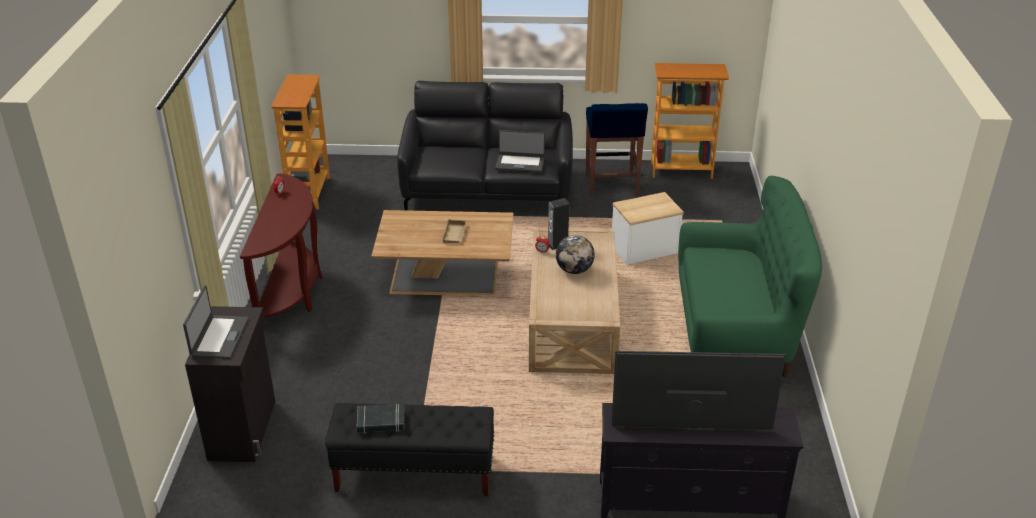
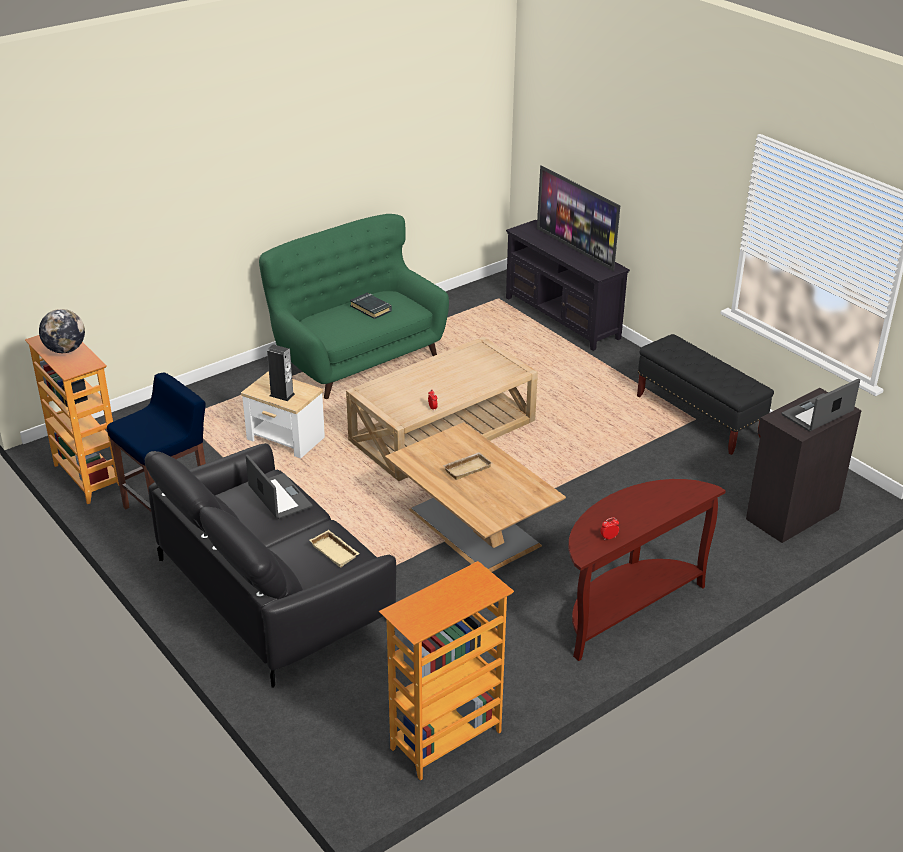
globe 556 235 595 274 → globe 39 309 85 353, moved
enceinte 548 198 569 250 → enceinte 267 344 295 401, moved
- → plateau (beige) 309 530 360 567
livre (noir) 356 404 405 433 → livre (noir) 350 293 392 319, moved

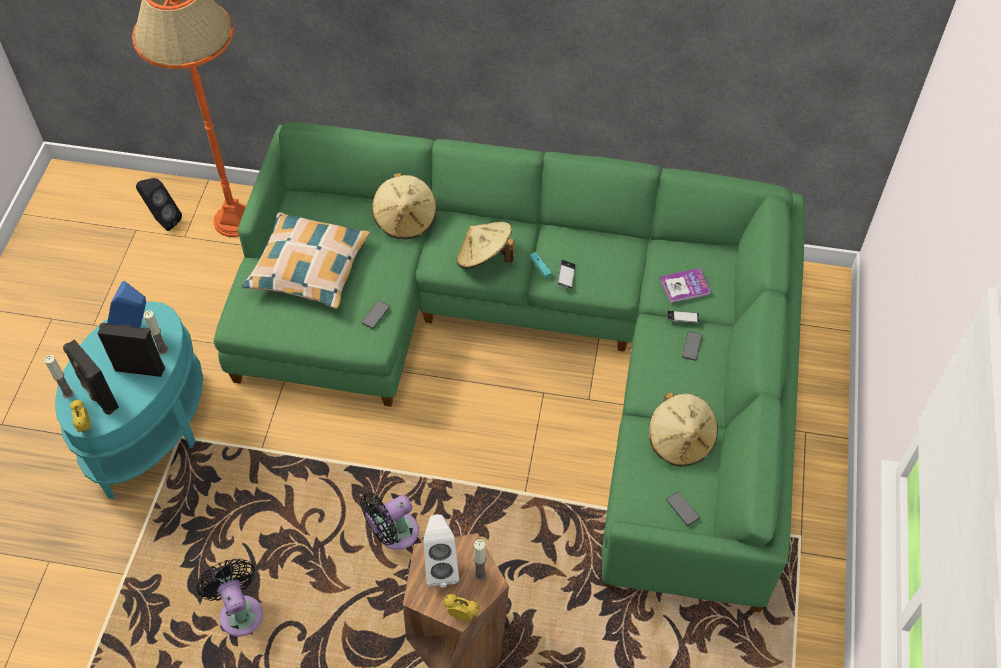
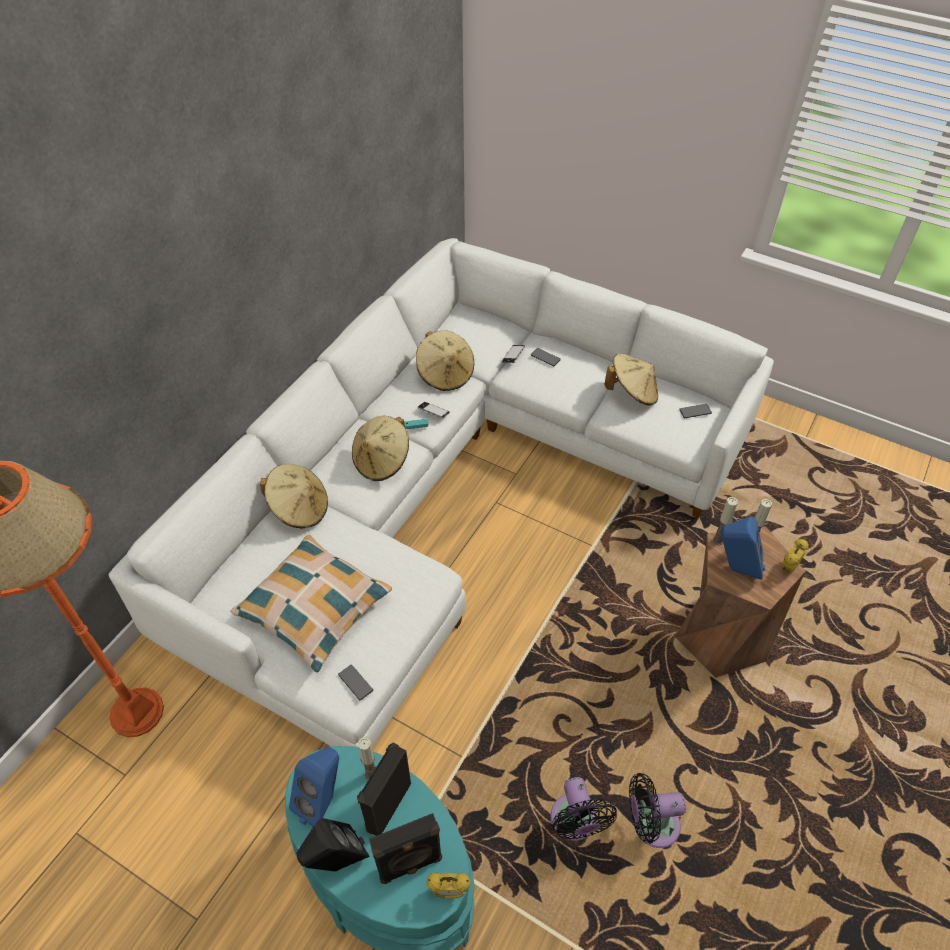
canapé (vert) 214 122 805 612 → canapé (blanc) 108 238 774 748
enceinte (noir) 136 178 182 231 → enceinte (noir) 296 818 370 872, moved
téléphone 361 301 390 329 → téléphone 338 665 373 700, moved
- → chapeau (beige) 416 330 474 391
ventilateur (noir) 360 492 419 550 → ventilateur (noir) 550 777 617 841, moved
bougie 44 355 73 398 → bougie 713 497 738 545, moved
enceinte (blanc) 424 514 459 588 → enceinte (bleu) 721 517 765 580
livre 660 268 711 303 → -

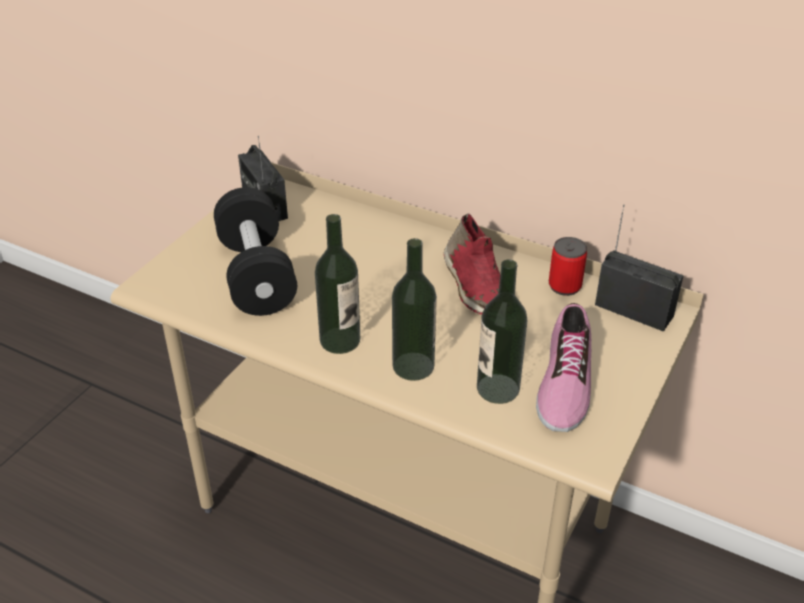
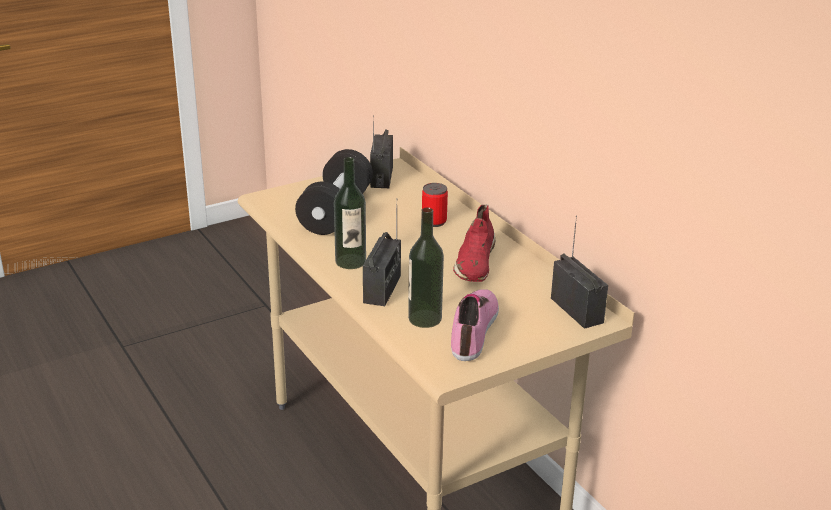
bouteille 392 238 437 381 → radio 363 198 401 306
boîte métallique 549 237 587 296 → boîte métallique 422 183 448 227, moved
chaussure 536 303 591 432 → chaussure 451 289 499 361, 150 degrees clockwise

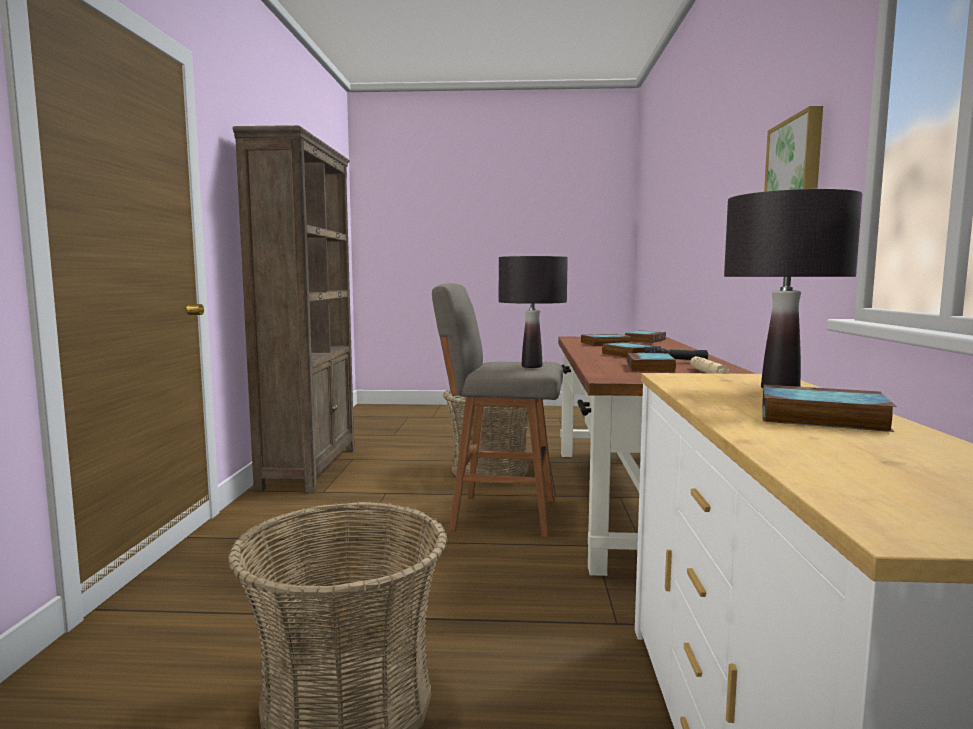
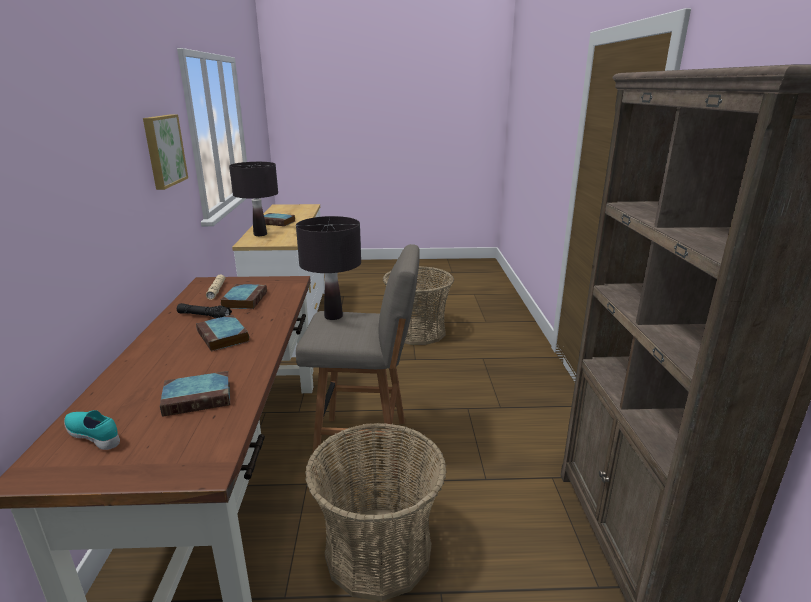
livre 625 330 666 343 → chaussure (turquoise) 64 410 120 450

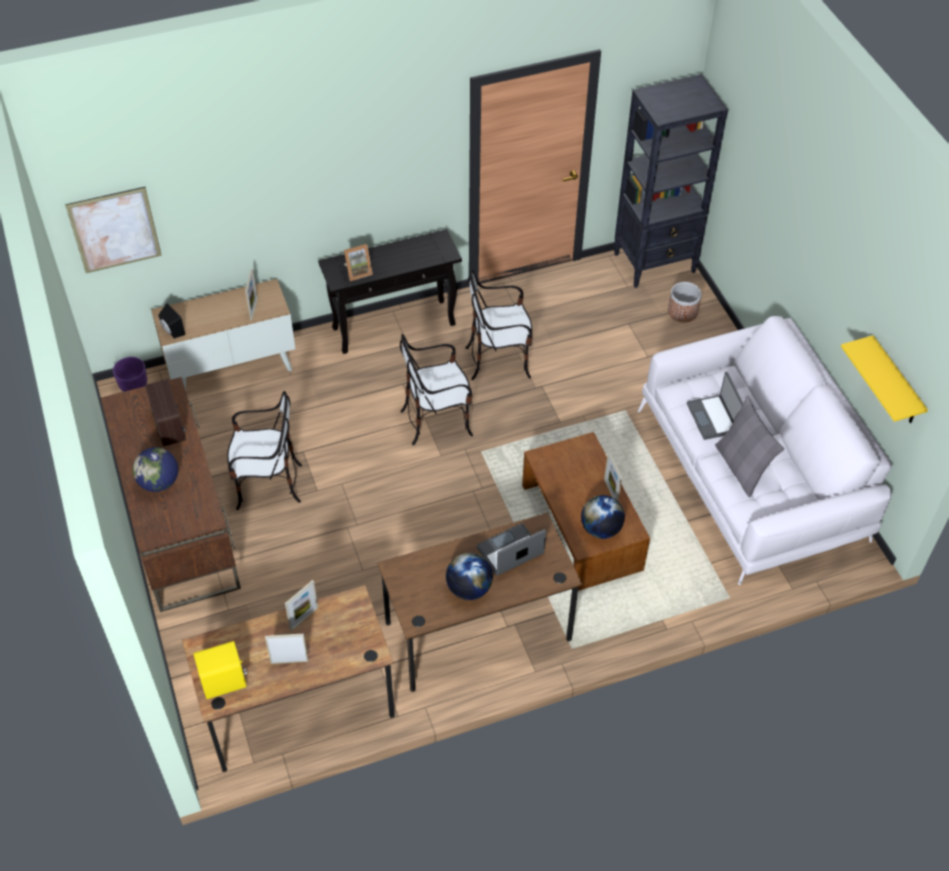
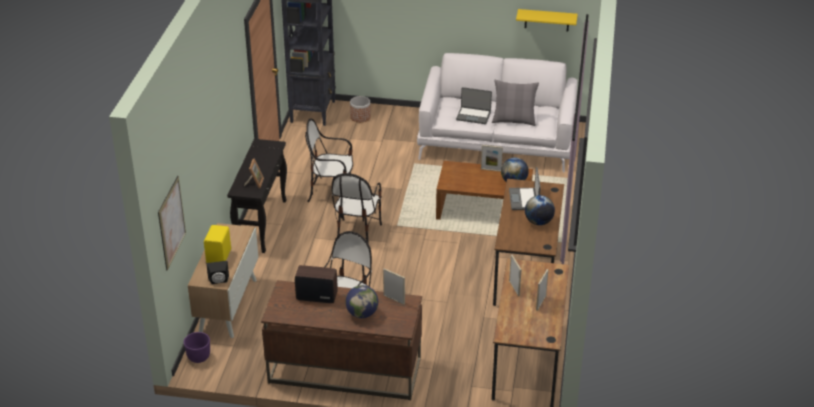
enceinte (jaune) 194 641 247 699 → enceinte (jaune) 204 225 231 263, moved
chaise 466 270 533 380 → chaise 305 118 353 202, 75 degrees clockwise
cadre photo 245 269 258 320 → cadre photo 383 268 405 305, moved

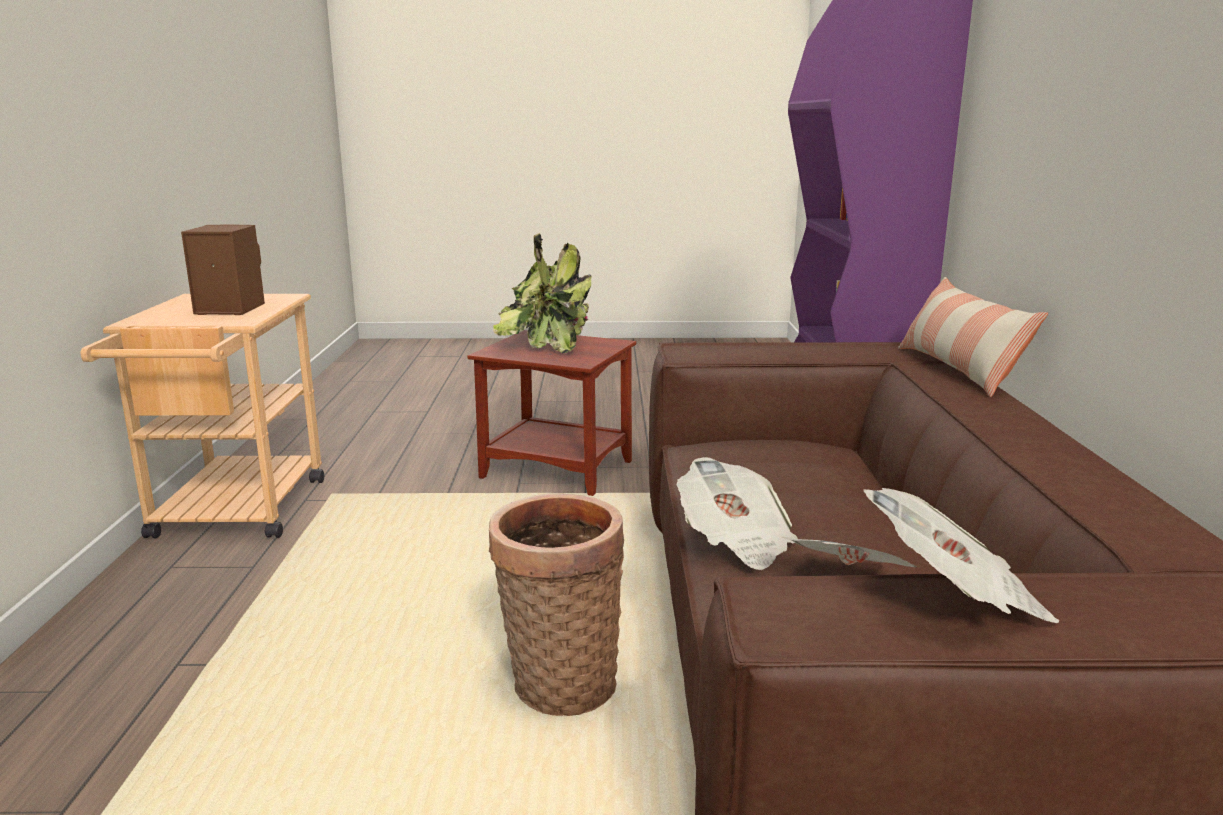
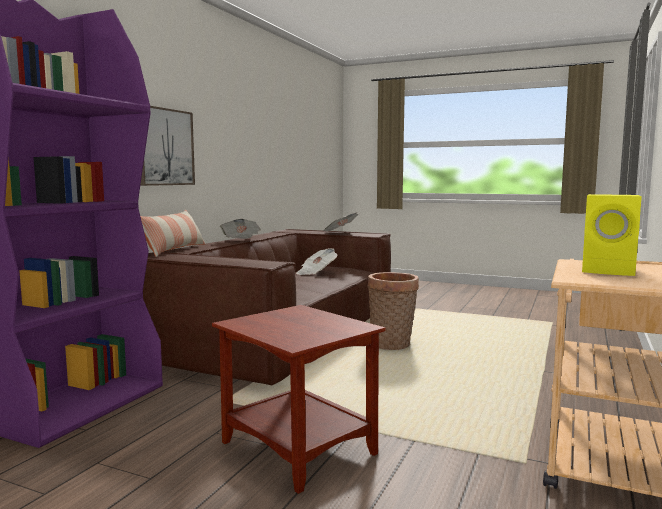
- → tableau 140 106 195 186
journal 677 457 798 570 → journal 220 219 261 239, moved
enceinte (marron) 181 225 265 315 → enceinte (jaune) 582 194 642 276
plante en pot 493 233 592 354 → -

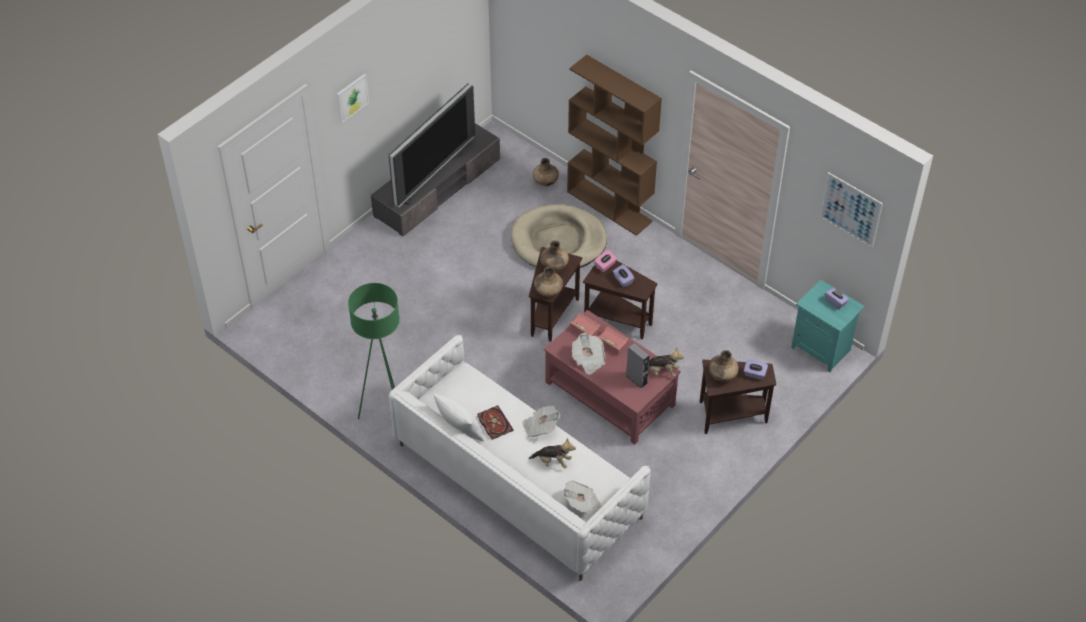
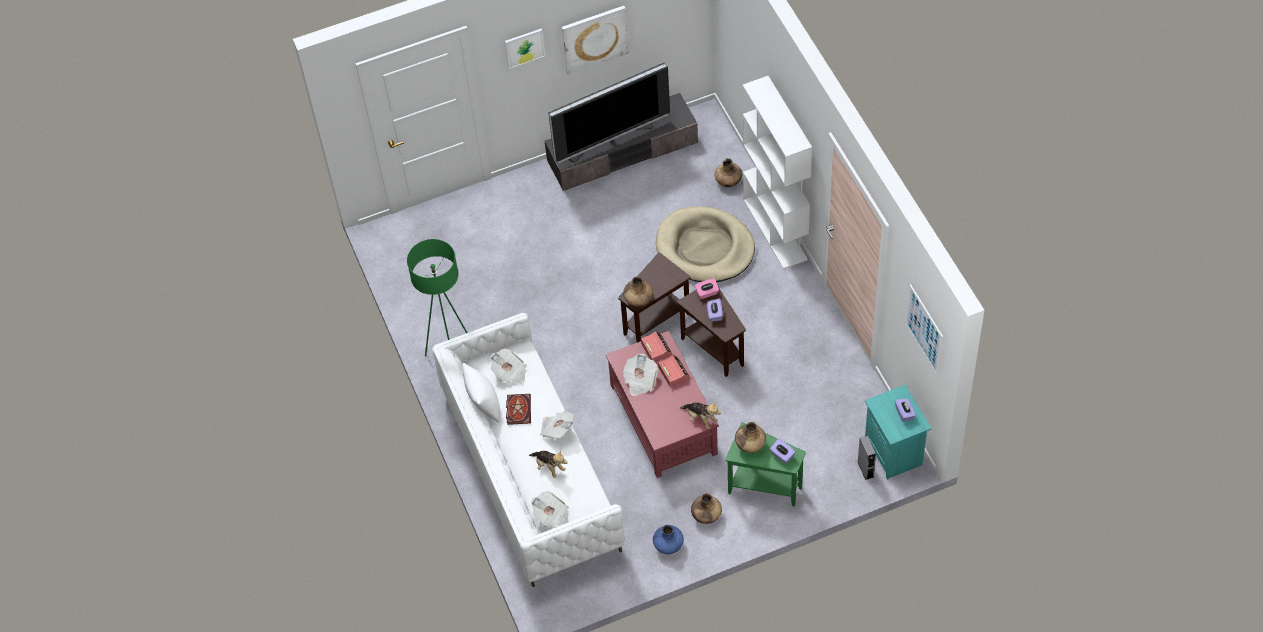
- → journal 490 349 527 384
- → tableau 562 6 629 74
- → vase (bleu) 653 525 684 554
vase (marron) 540 240 569 271 → vase (marron) 691 493 722 524, moved
table d'appoint (marron) 700 360 776 434 → table d'appoint (vert) 725 422 806 506
bibliothèque (marron) 567 55 662 236 → bibliothèque (blanc) 743 76 812 269
enceinte (gris) 626 343 650 388 → enceinte (gris) 858 436 876 480, moved

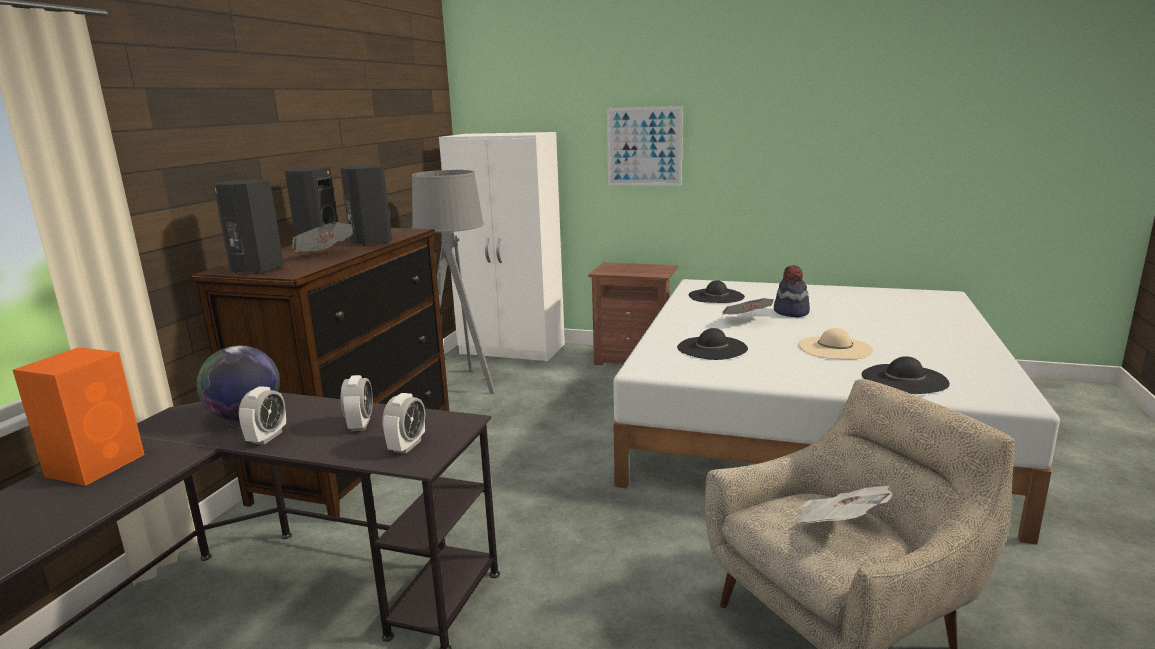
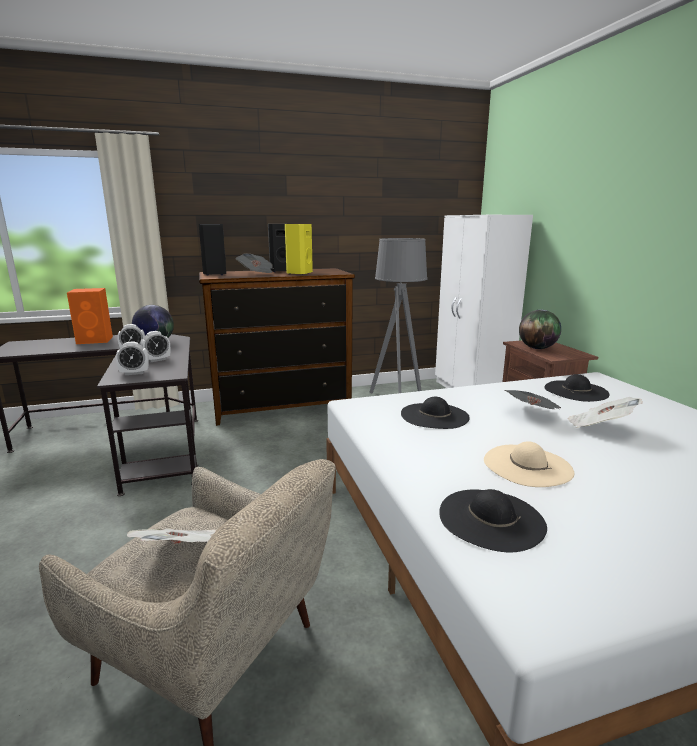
enceinte (noir) 340 165 392 246 → enceinte (jaune) 285 224 313 275
- → globe 519 310 561 349
chapeau 774 265 810 317 → journal 568 397 643 428
tableau 607 106 683 186 → -

